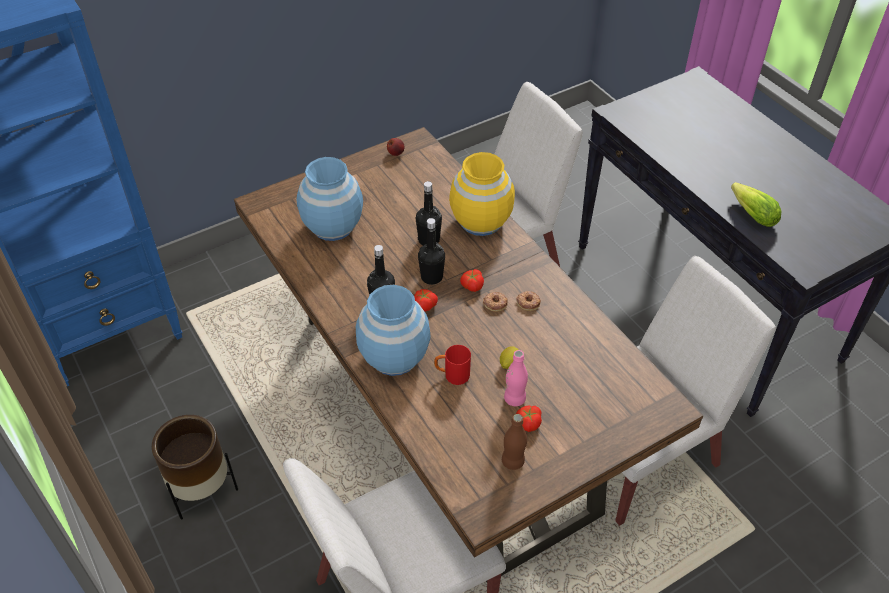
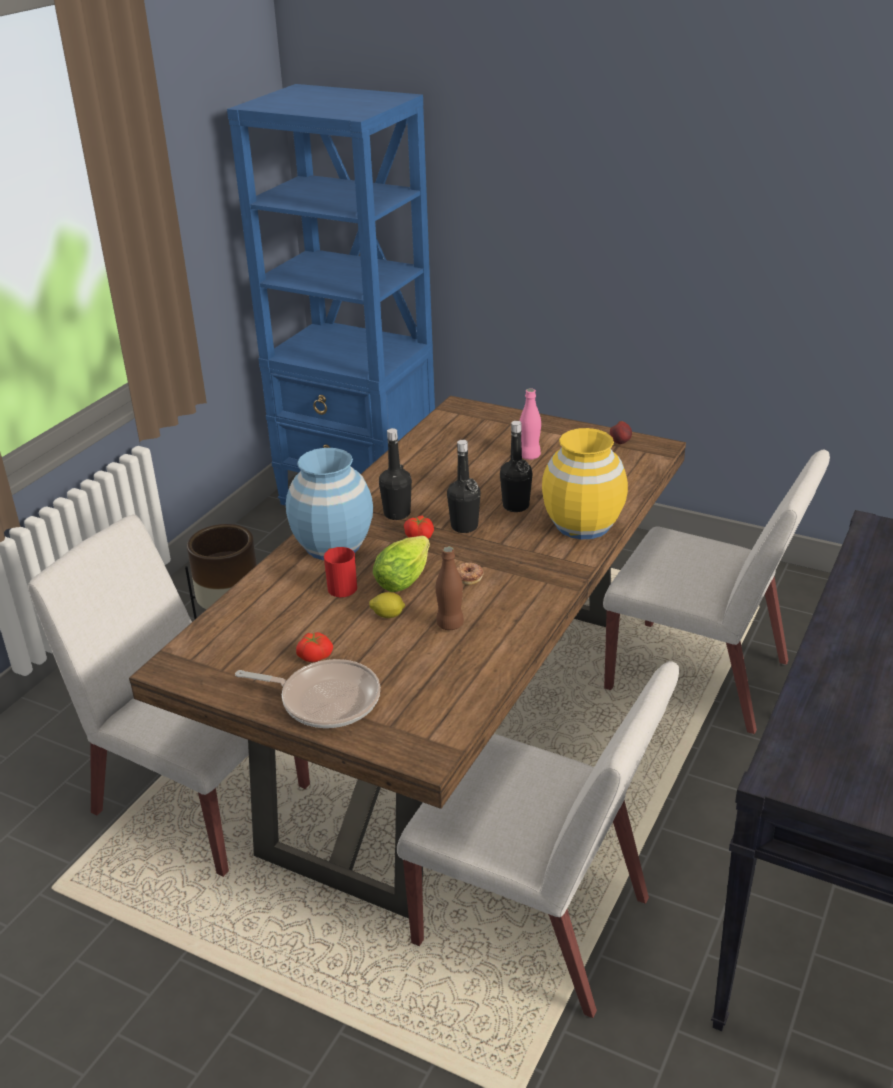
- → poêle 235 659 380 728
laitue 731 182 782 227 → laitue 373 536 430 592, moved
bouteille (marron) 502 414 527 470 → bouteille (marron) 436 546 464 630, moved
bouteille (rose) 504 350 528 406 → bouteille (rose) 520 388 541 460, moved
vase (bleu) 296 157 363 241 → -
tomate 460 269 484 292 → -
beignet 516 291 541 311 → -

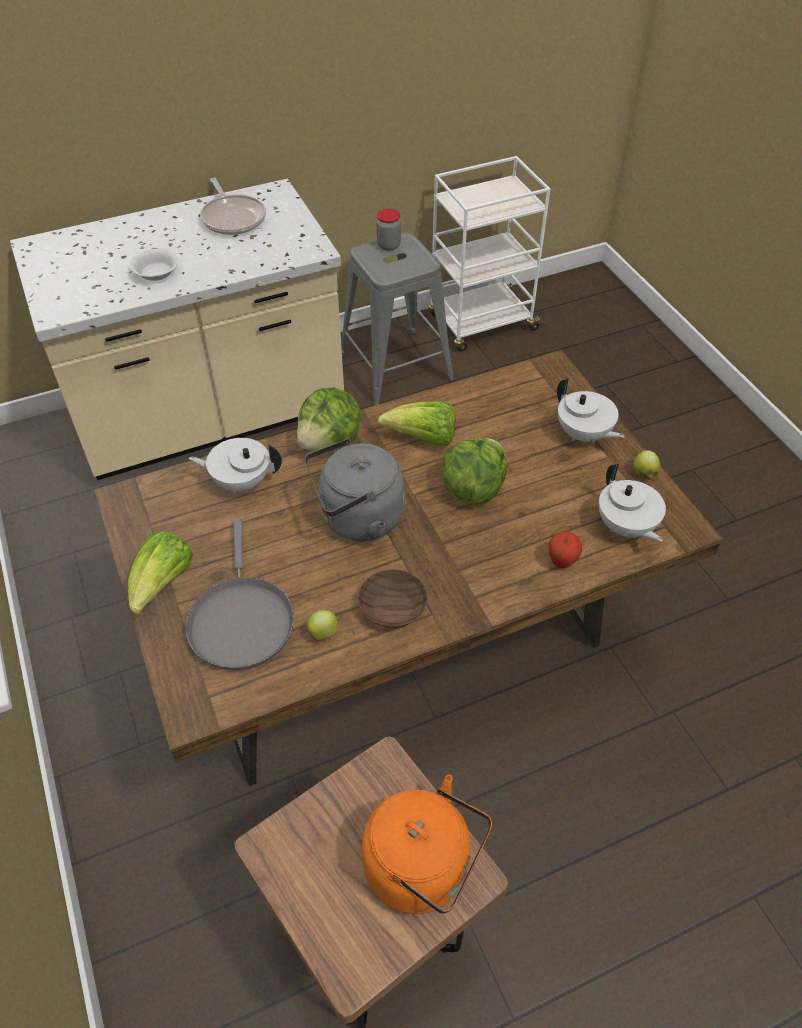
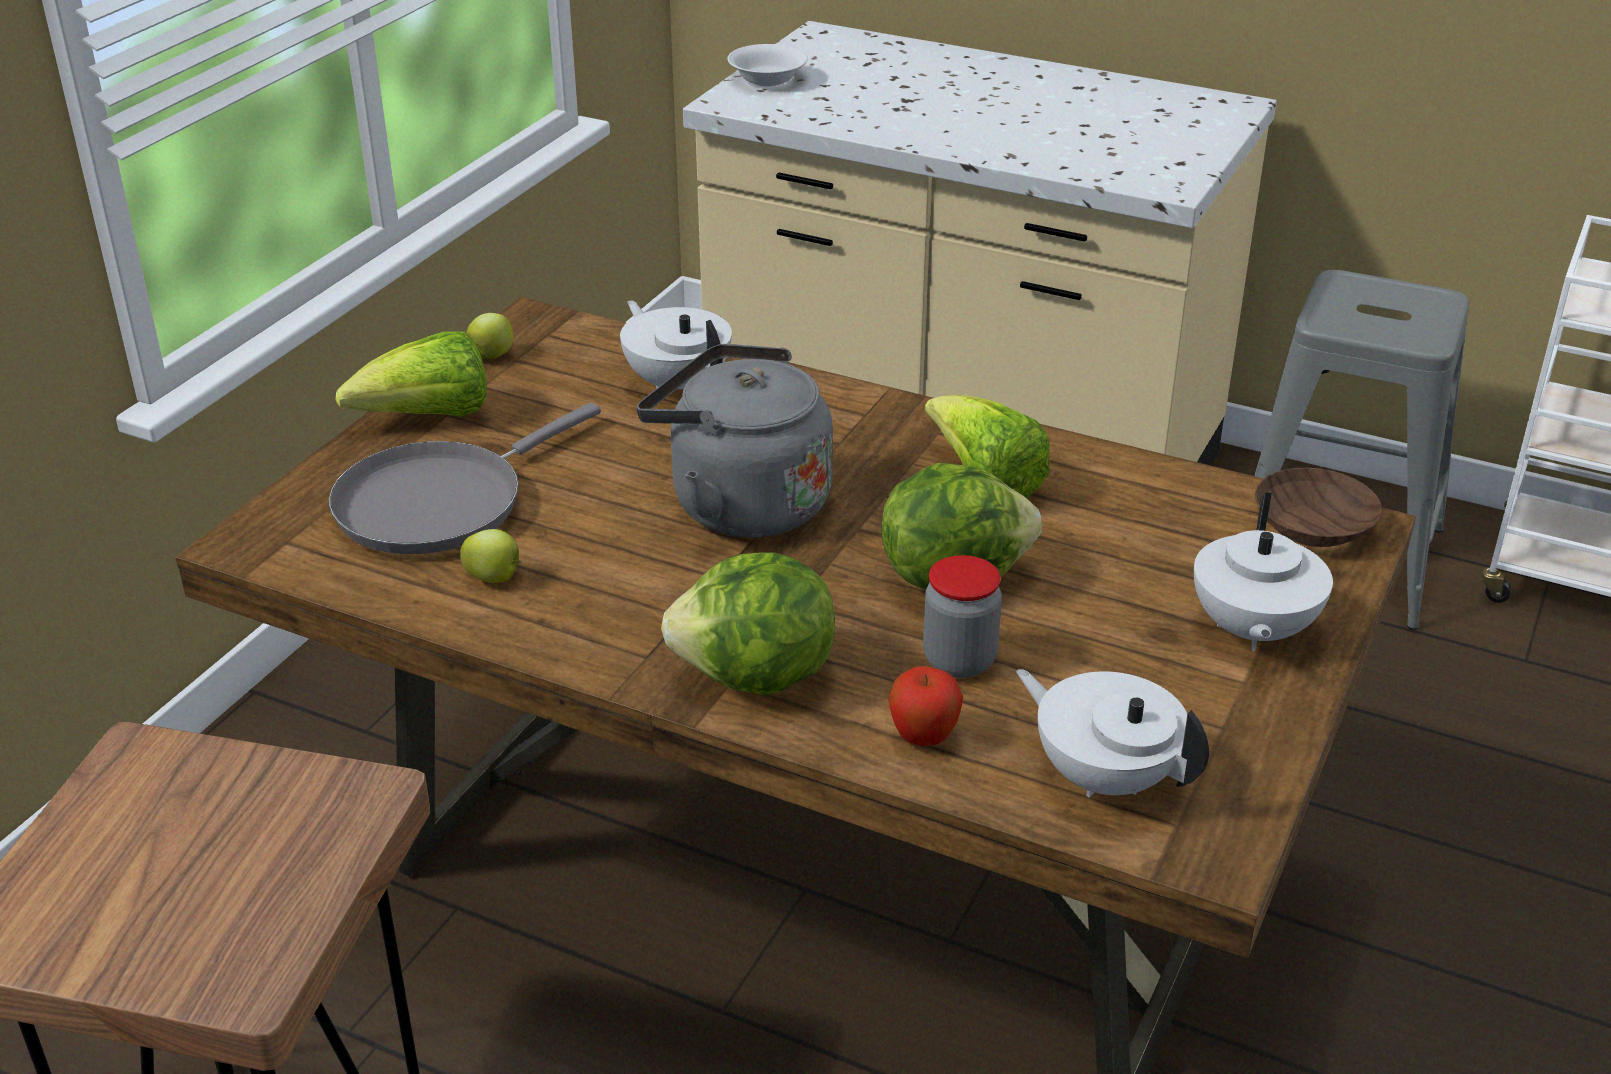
pomme 633 450 661 478 → pomme 466 313 514 359, moved
laitue 297 388 362 450 → laitue 661 552 835 695, moved
bol (blanc) 129 249 178 281 → bol (blanc) 727 44 808 86, moved
bocal 376 209 401 251 → bocal 923 555 1002 678, moved
théière (blanc) 599 464 666 542 → théière (blanc) 1016 669 1209 797, 105 degrees clockwise
bol (marron) 358 569 427 628 → bol (marron) 1255 468 1382 547, moved
poêle 200 178 266 235 → -
bouilloire (orange) 362 775 492 914 → -

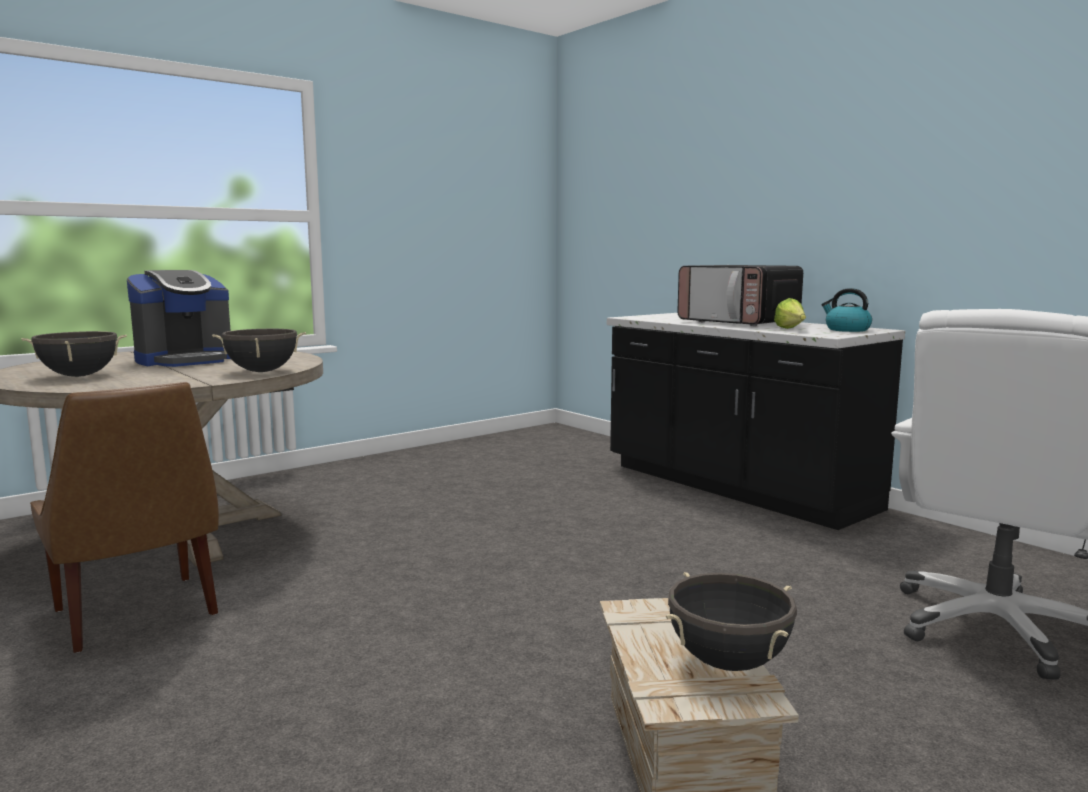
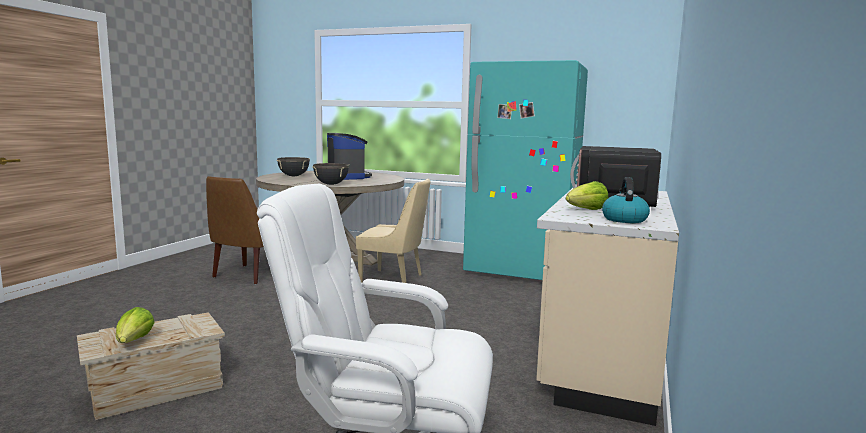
marmite (noir) 666 572 797 671 → laitue 116 307 155 343
machine à café 127 270 231 367 → machine à café 327 133 372 180, 135 degrees counterclockwise
- → chaise (beige) 356 178 431 283
- → réfrigérateur (turquoise) 463 60 588 280
comptoir de cuisine (noir) 607 313 905 530 → comptoir de cuisine (beige) 536 188 679 426

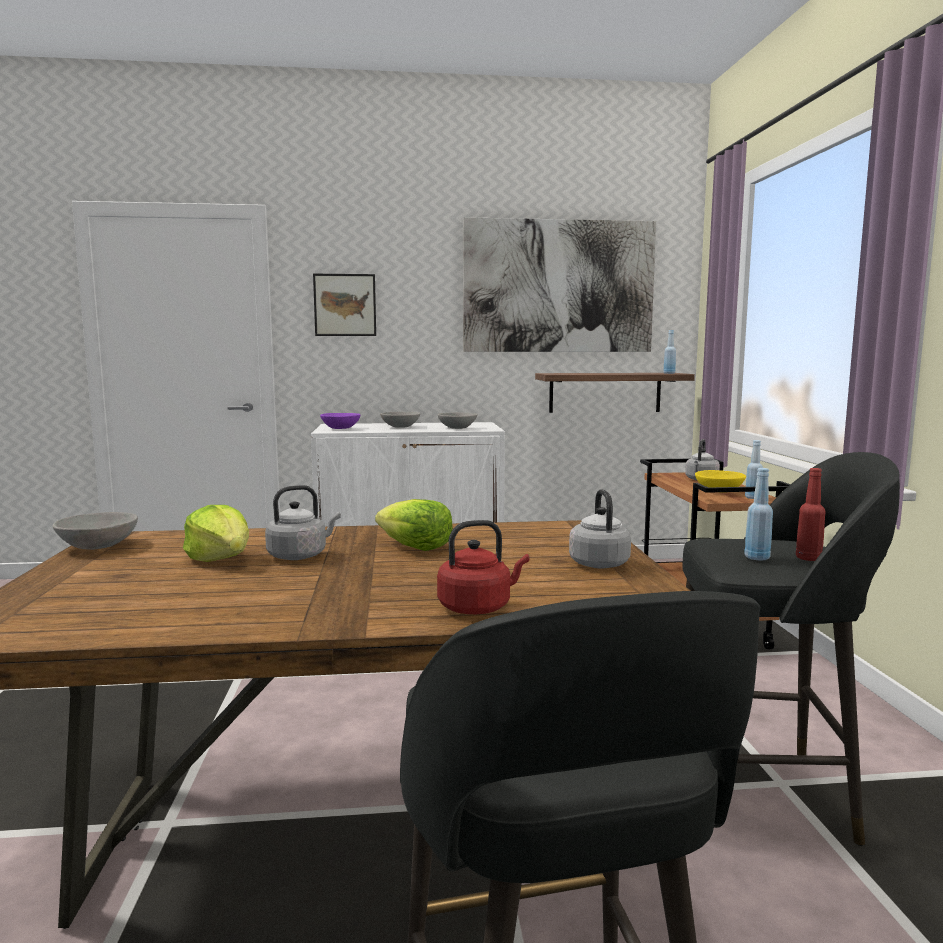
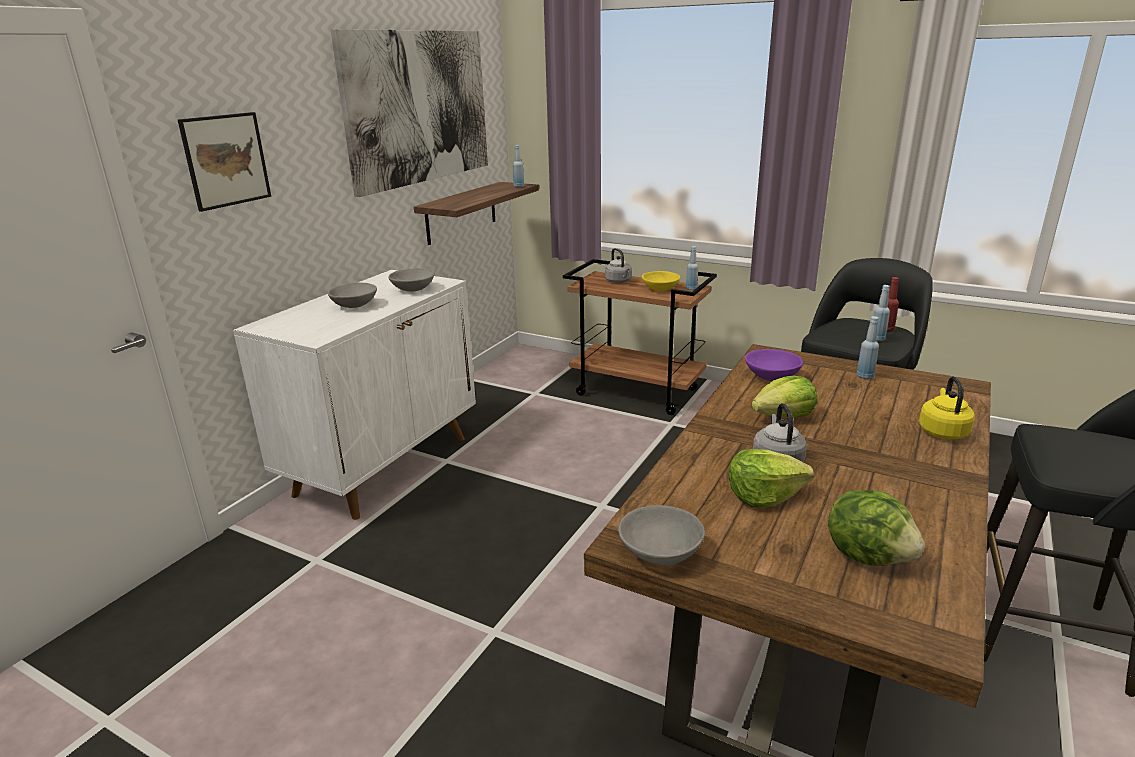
bol (violet) 320 413 361 429 → bol (violet) 745 349 803 381, moved
- → laitue 828 490 925 566
bouilloire (gris) 569 489 631 568 → bouteille (bleu) 857 316 879 379
bouilloire (rouge) 437 520 529 614 → bouilloire (jaune) 919 376 975 440

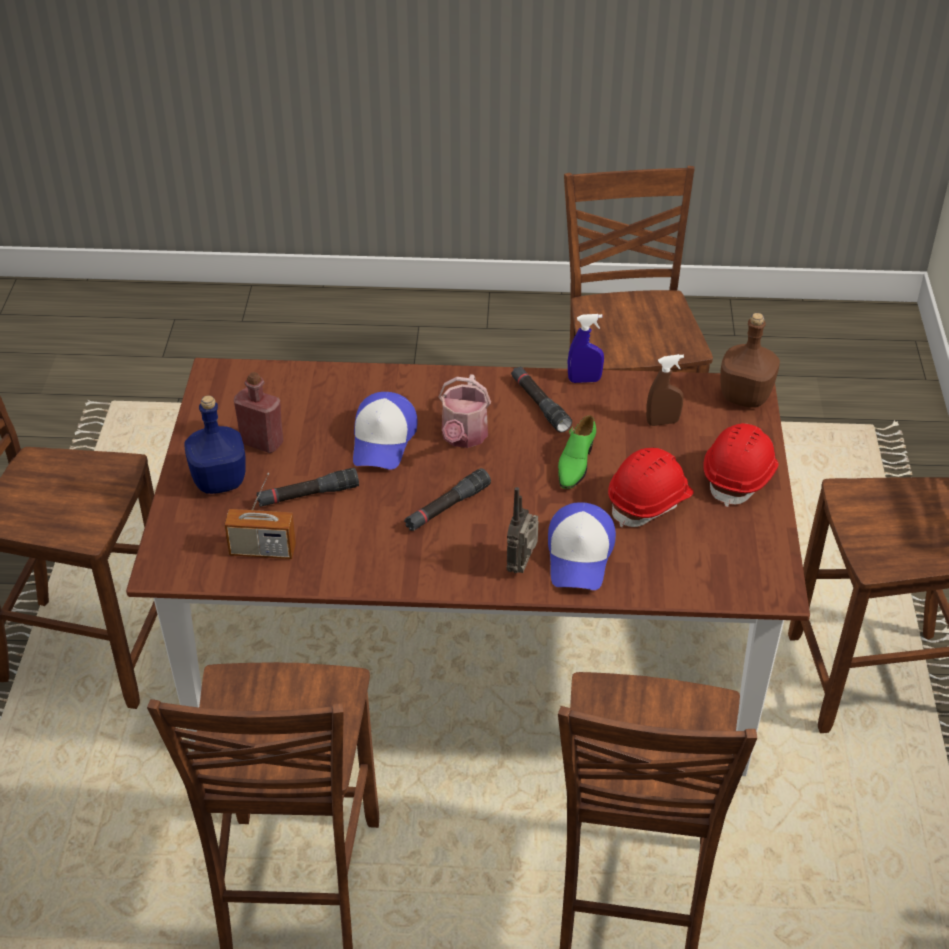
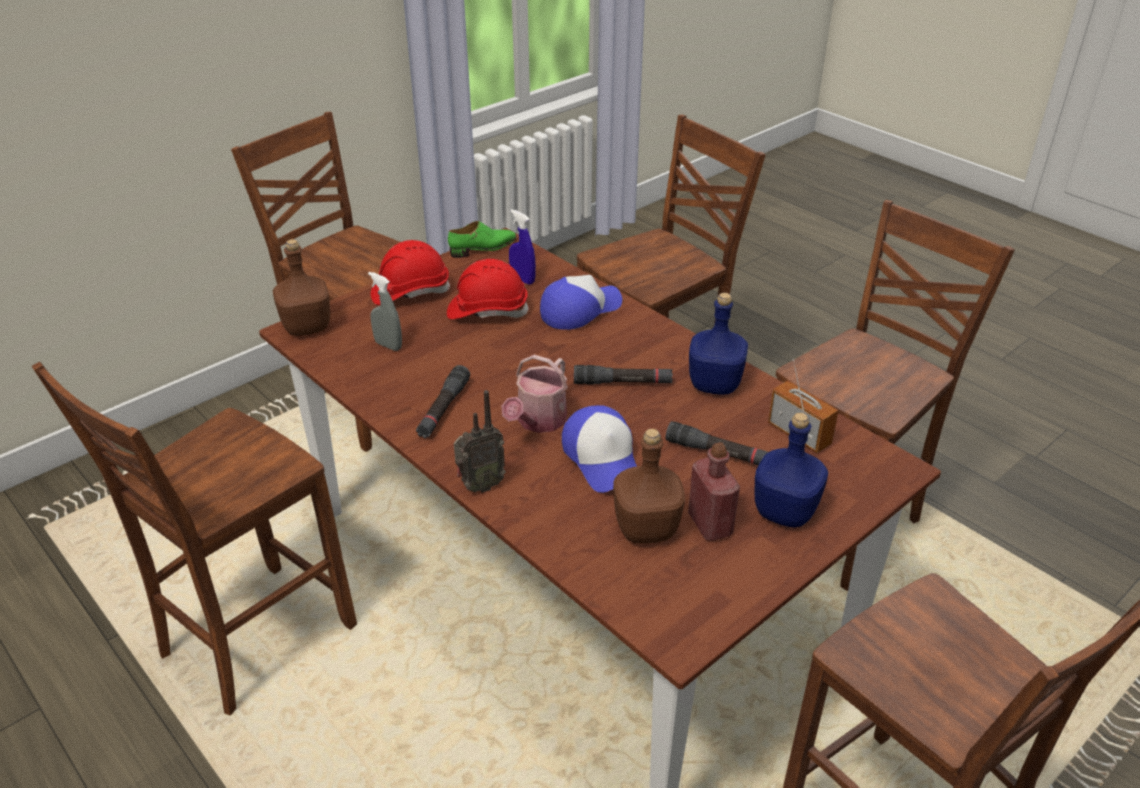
vaporisateur (marron) 646 354 684 426 → vaporisateur (gris) 368 272 402 351
chaussure (vert) 558 415 596 489 → chaussure (vert) 448 221 517 258, moved
radio 507 487 538 573 → radio 454 390 506 493, moved
arrosoir 438 374 491 448 → arrosoir 501 355 568 433, 150 degrees clockwise
vaporisateur (bleu) 568 314 604 383 → vaporisateur (bleu) 509 210 536 285, moved
casquette 353 392 418 470 → casquette 562 405 637 493, 105 degrees clockwise
- → bouteille (marron) 613 429 685 544
- → bouteille (bleu) 689 293 748 394

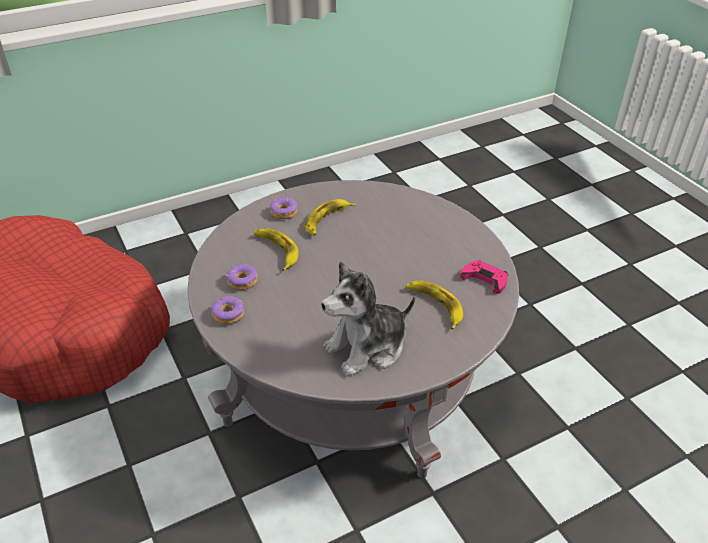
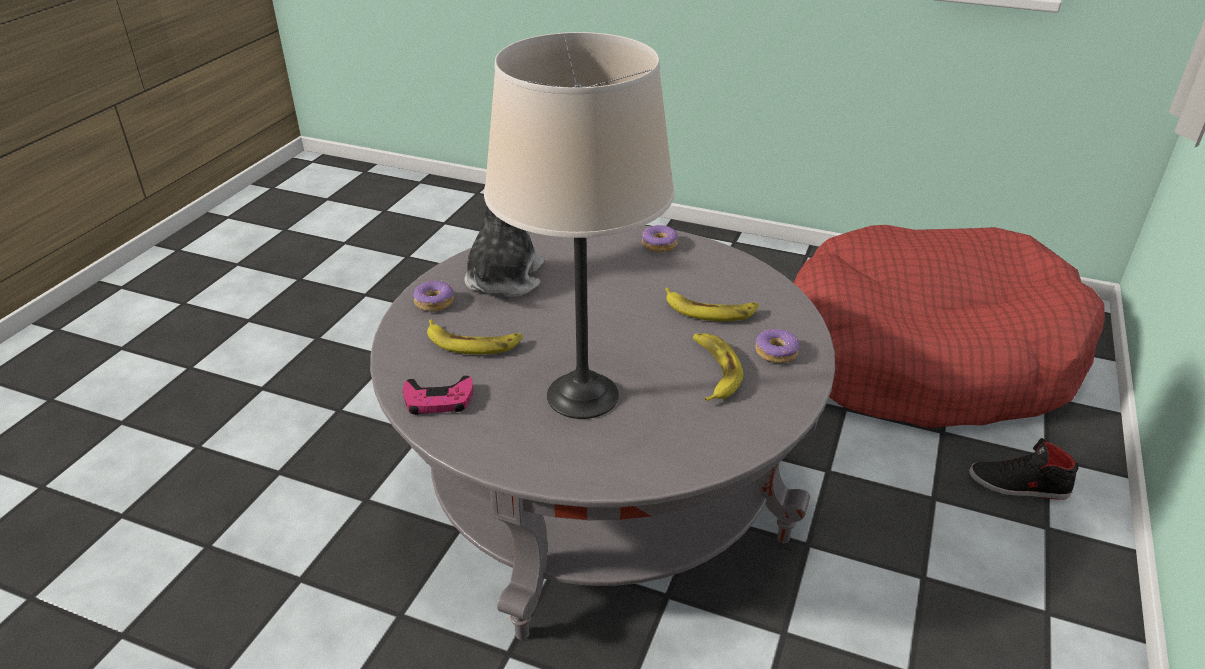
beignet 226 264 258 290 → beignet 413 281 454 312, moved
- → lampe de table (beige) 484 32 675 419
- → chaussure (noir) 969 438 1079 499

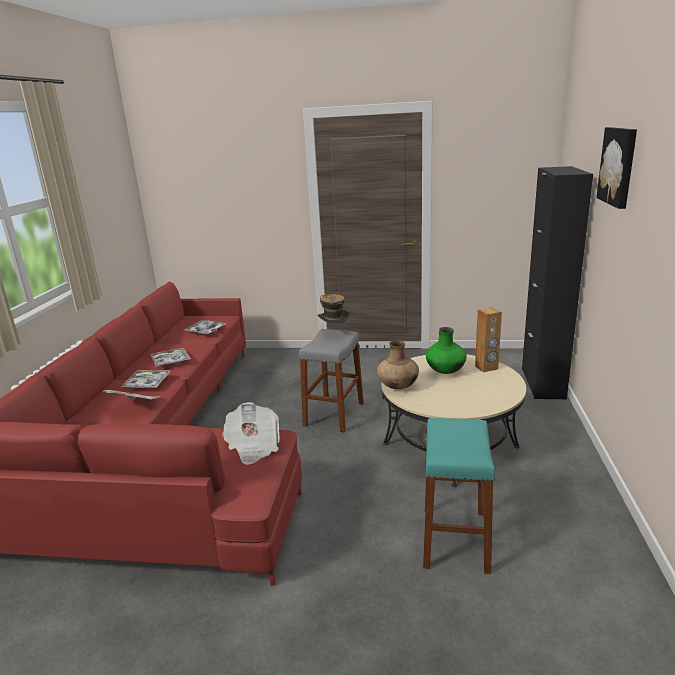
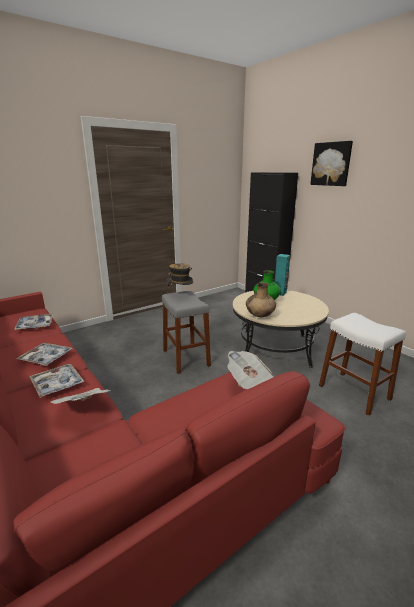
enceinte (marron) 475 307 502 372 → enceinte (turquoise) 275 254 290 296
tabouret (turquoise) 423 418 495 574 → tabouret (blanc) 319 313 406 416

